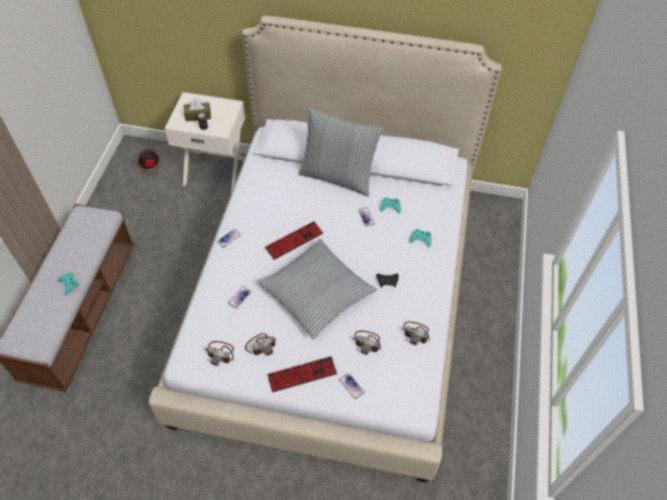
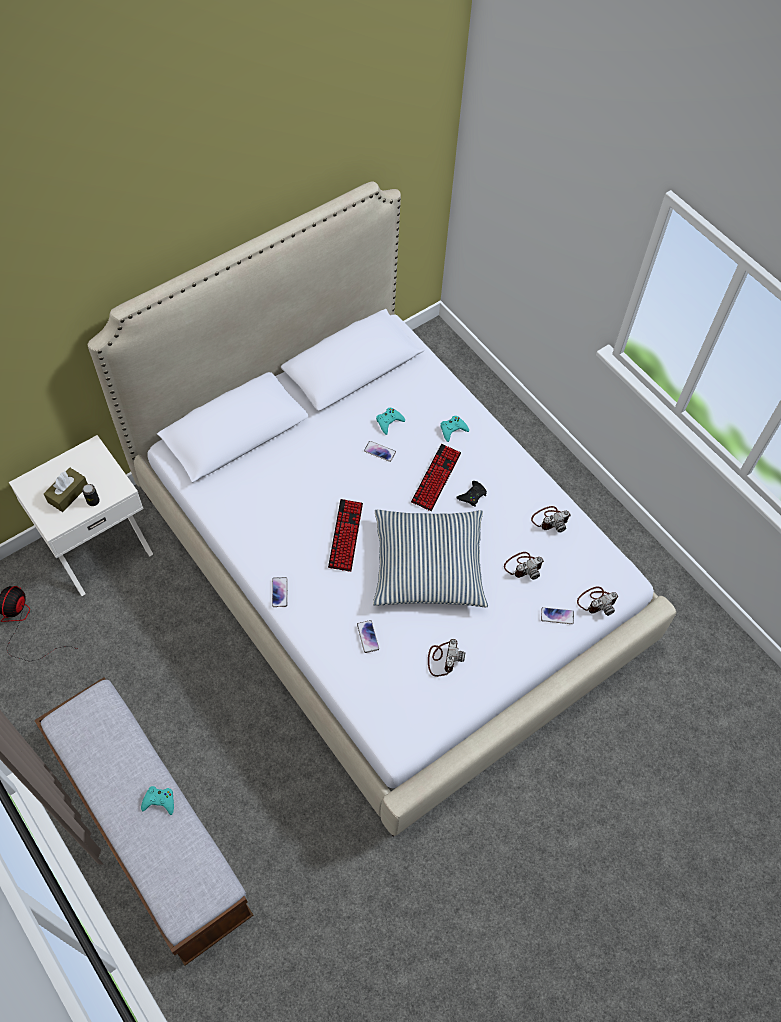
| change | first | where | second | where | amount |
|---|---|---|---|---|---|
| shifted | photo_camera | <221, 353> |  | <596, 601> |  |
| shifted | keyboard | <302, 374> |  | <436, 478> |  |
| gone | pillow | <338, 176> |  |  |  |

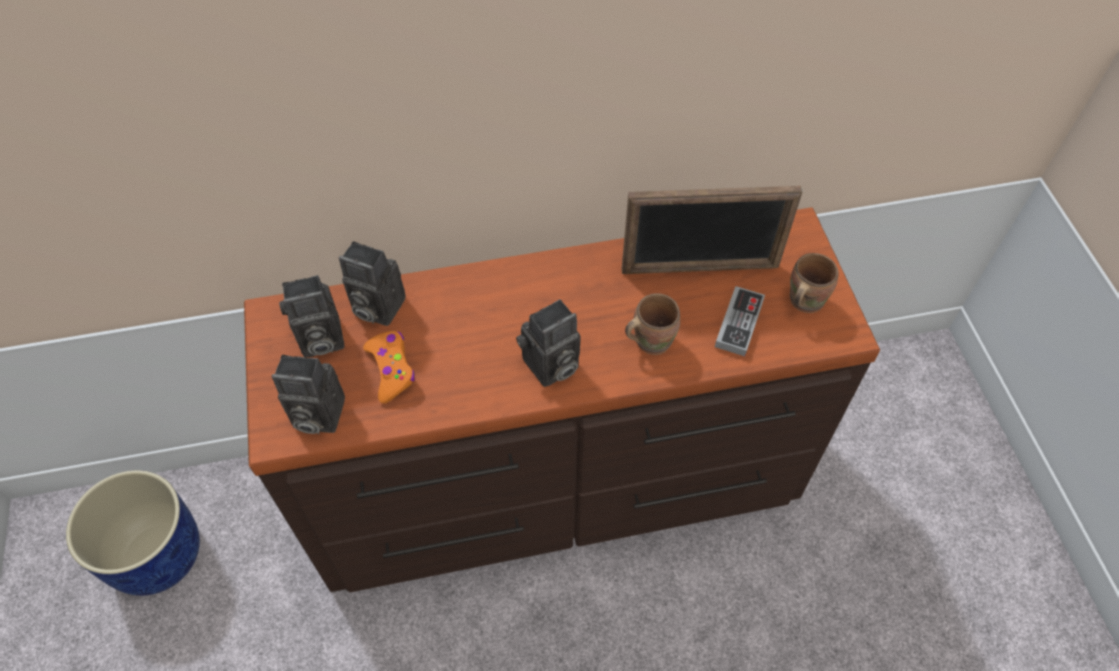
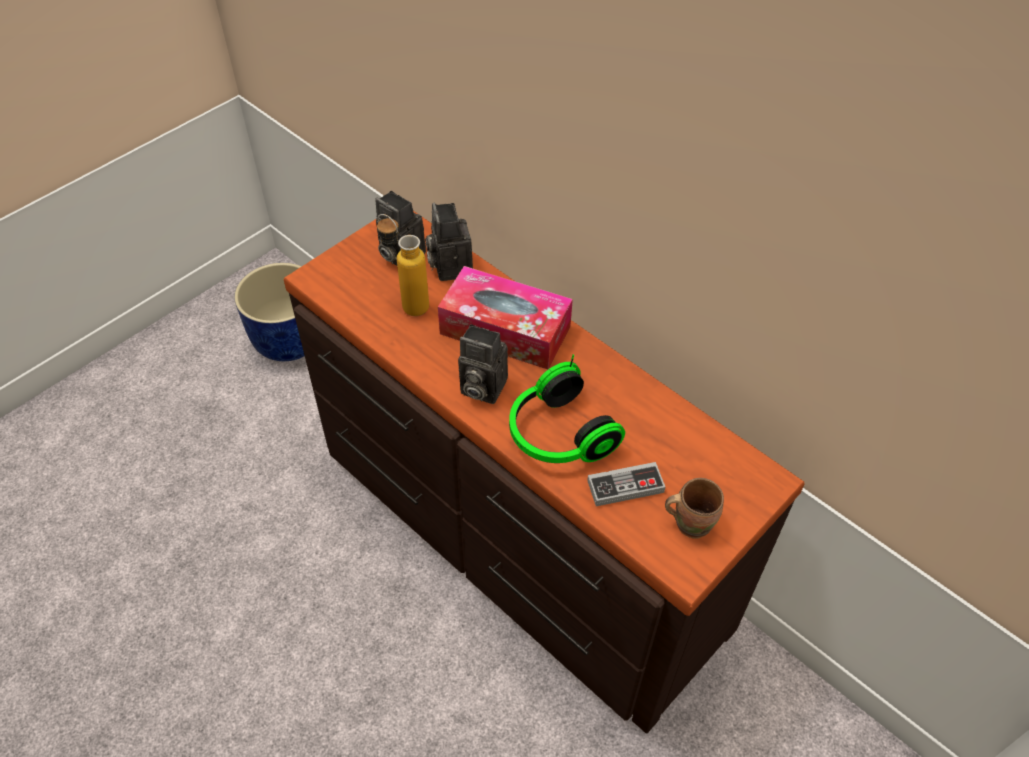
| change | first | where | second | where | amount |
|---|---|---|---|---|---|
| gone | photo_camera | <315, 415> |  |  |  |
| swapped | orange_game_controller | <391, 369> | bottle | <407, 303> |  |
| gone | picture_frame | <700, 269> |  |  |  |
| swapped | brown_mug | <650, 339> | headphones | <557, 435> |  |
| new |  |  | tissue_box | <505, 330> |  |

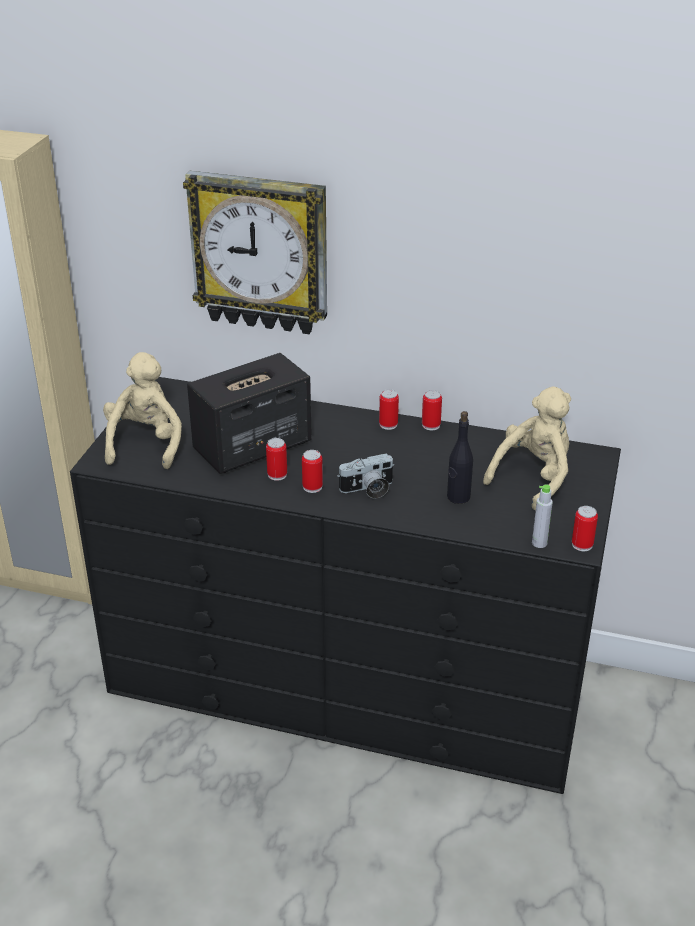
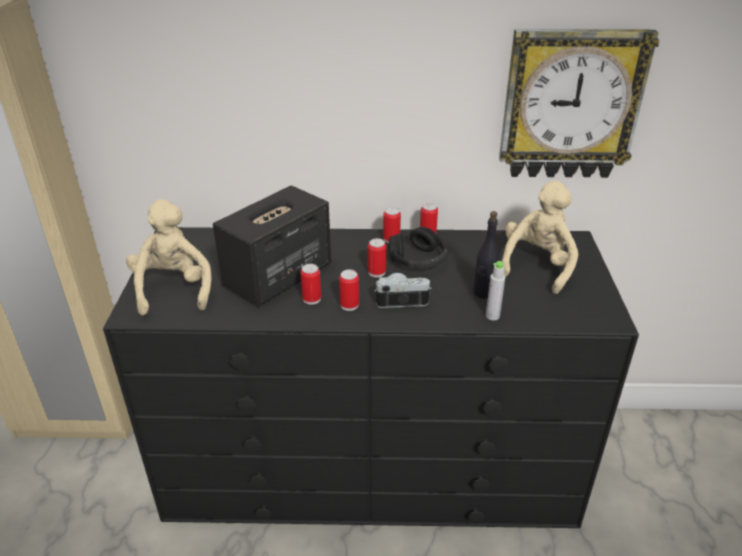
| change | first | where | second | where | amount |
|---|---|---|---|---|---|
| shifted | wall_clock | <260, 252> |  | <570, 105> |  |
| rotated | photo_camera | <368, 490> |  | <401, 299> | 150 degrees counterclockwise |
| shifted | grey_bottle | <539, 543> |  | <492, 316> |  |
| shifted | can | <582, 544> |  | <376, 272> |  |
| new |  |  | black_headphones | <418, 260> |  |

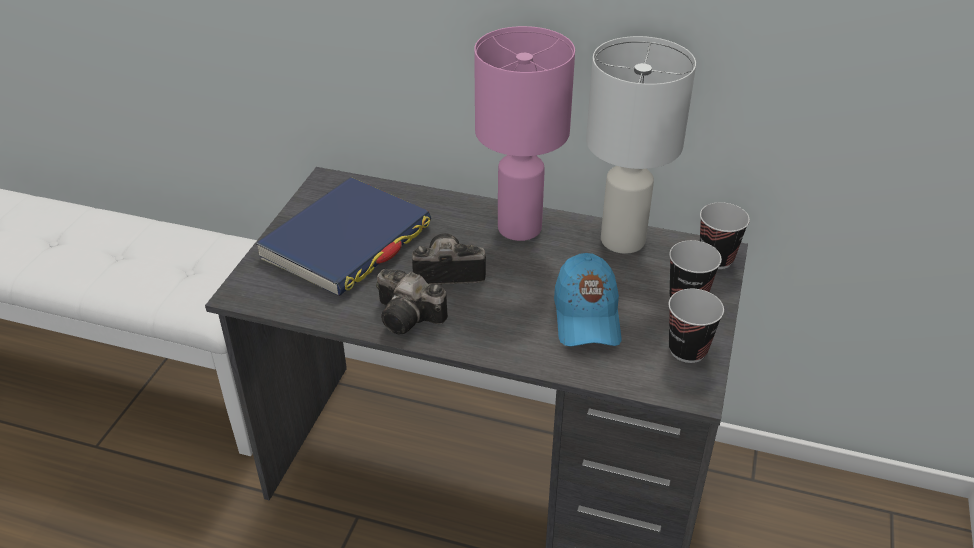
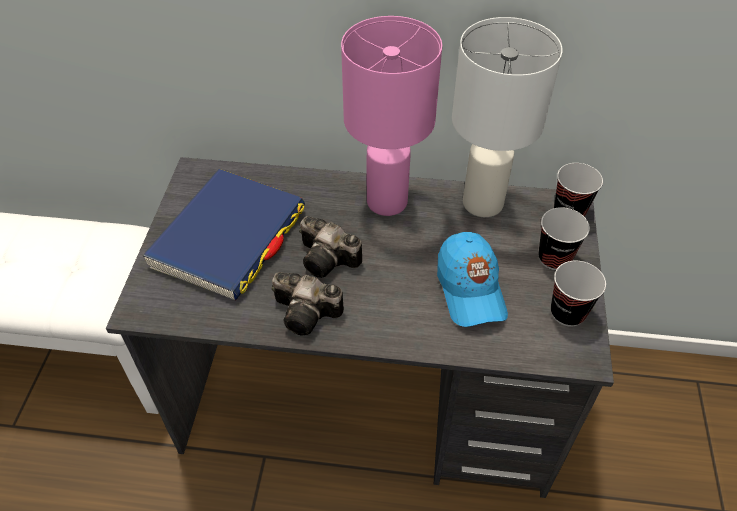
| change | first | where | second | where | amount |
|---|---|---|---|---|---|
| rotated | photo_camera | <445, 273> |  | <329, 260> | 135 degrees counterclockwise |

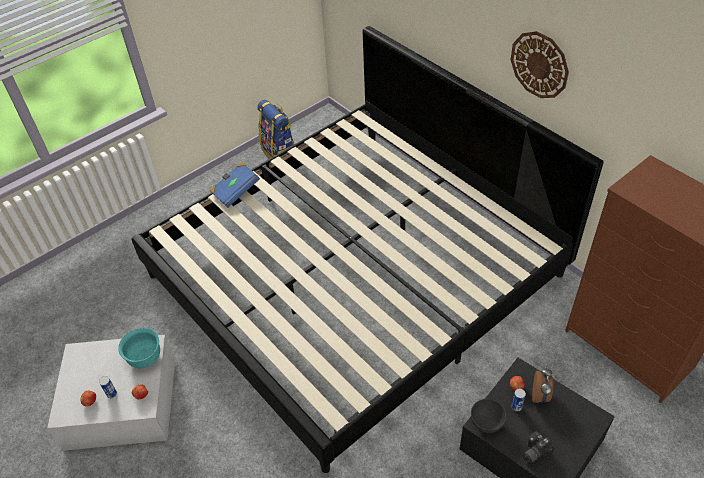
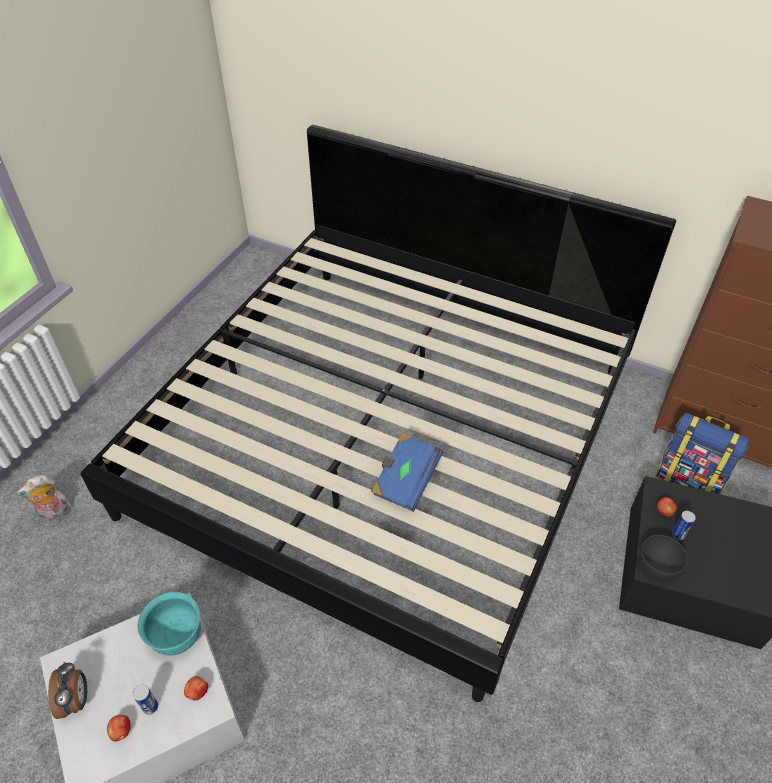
| change | first | where | second | where | amount |
|---|---|---|---|---|---|
| shifted | blue_book | <236, 191> |  | <405, 480> |  |
| shifted | backpack | <280, 153> |  | <686, 484> |  |
| gone | wall_clock | <539, 64> |  |  |  |
| gone | photo_camera | <533, 451> |  |  |  |
| shifted | alarm_clock | <540, 395> |  | <76, 700> |  |
| new |  |  | plush_toy | <54, 514> |  |

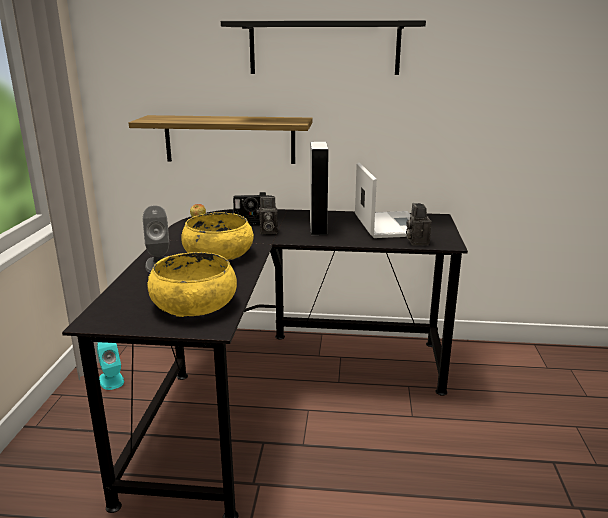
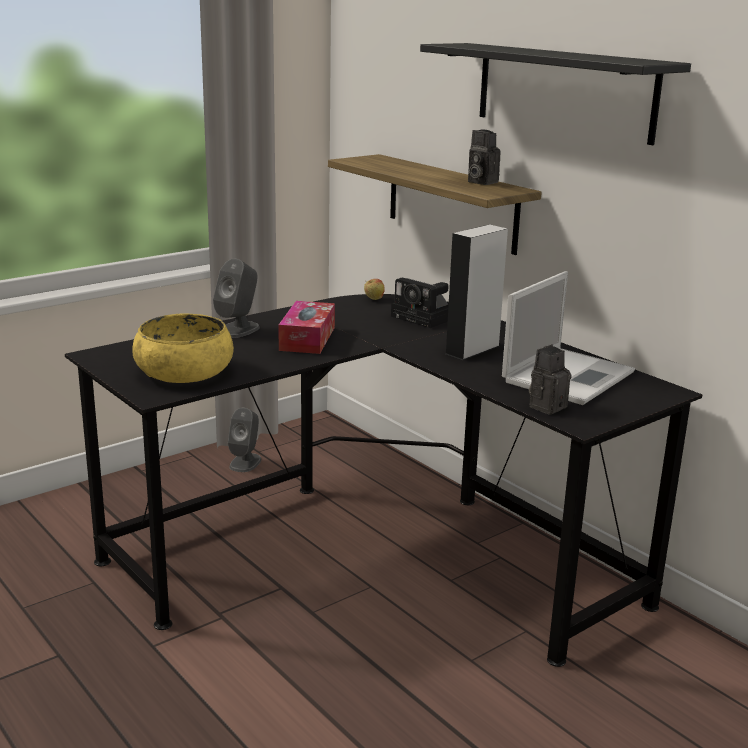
| change | first | where | second | where | amount |
|---|---|---|---|---|---|
| repainted | turquoise_speaker | <111, 380> | grey_speaker | <245, 462> |  |
| swapped | yellow_bowl | <218, 254> | tissue_box | <307, 339> |  |
| shifted | photo_camera | <267, 232> |  | <480, 182> |  |

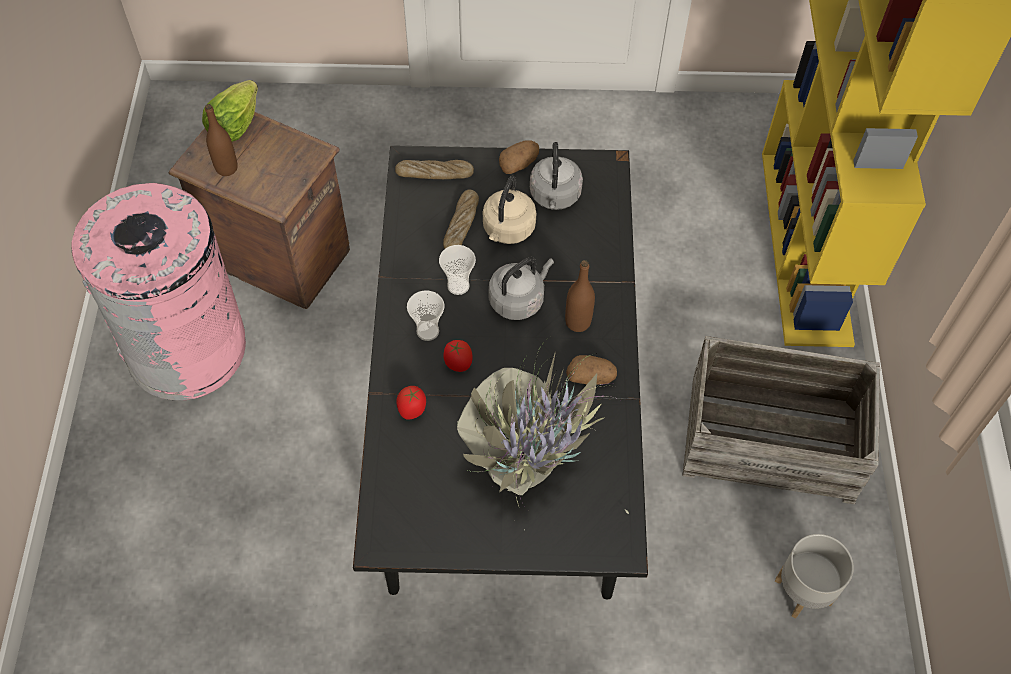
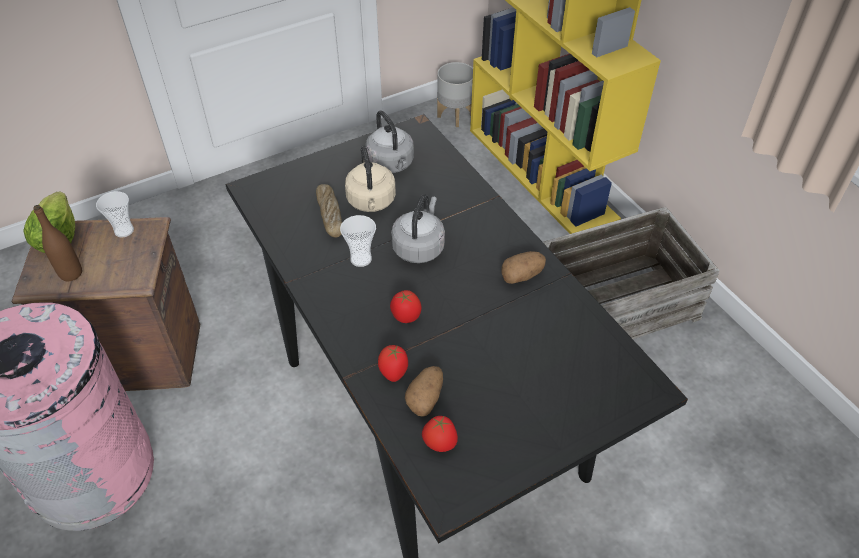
| change | first | where | second | where | amount |
|---|---|---|---|---|---|
| gone | bread | <434, 174> |  |  |  |
| shifted | cup | <427, 331> |  | <124, 230> |  |
| gone | potted_plant | <531, 464> |  |  |  |
| shifted | potato | <518, 164> |  | <425, 398> |  |
| gone | brown_bottle | <578, 322> |  |  |  |
| shifted | grey_planter | <803, 592> |  | <455, 116> |  |
| new |  |  | tomato | <439, 444> |  |

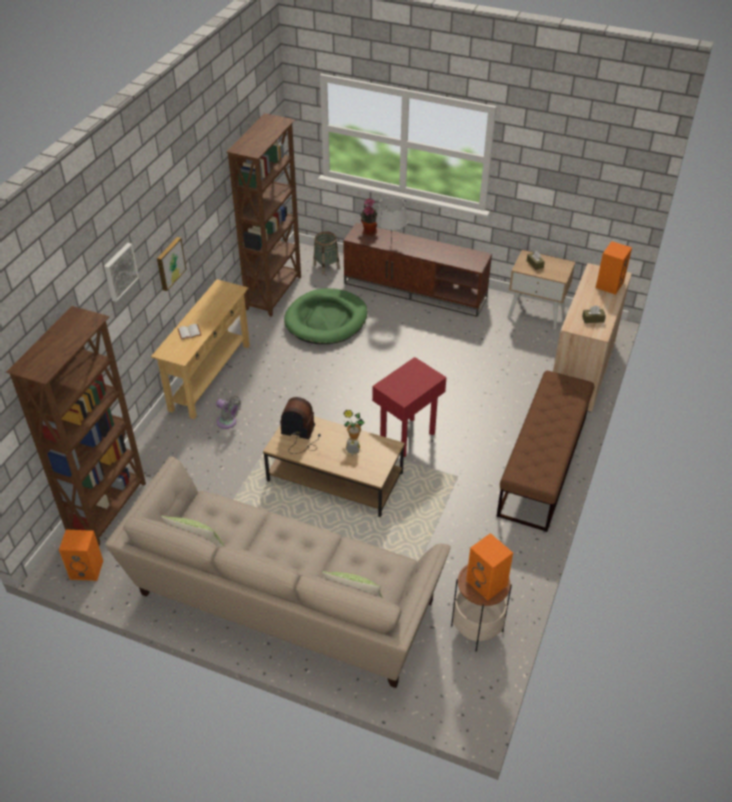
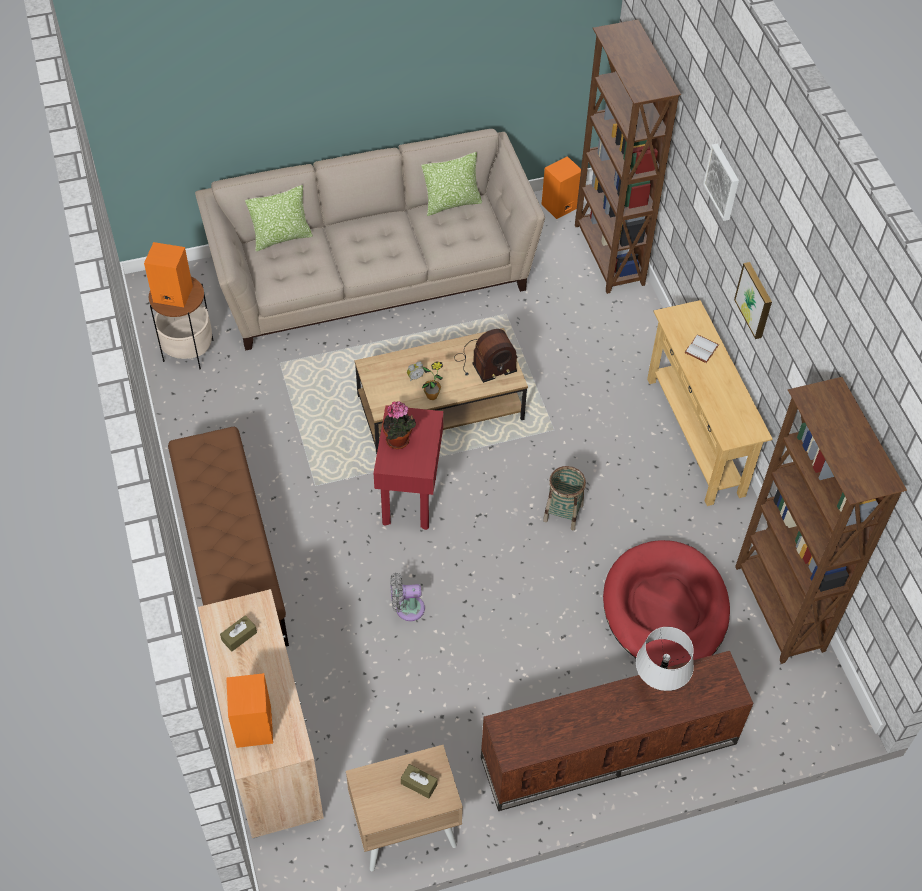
| change | first | where | second | where | amount |
|---|---|---|---|---|---|
| shifted | grey_fan | <228, 422> |  | <406, 608> |  |
| repainted | green_dog_bed | <326, 320> | red_dog_bed | <665, 608> |  |
| shifted | basket | <326, 266> |  | <563, 513> |  |
| shifted | potted_plant | <369, 231> |  | <399, 441> |  |

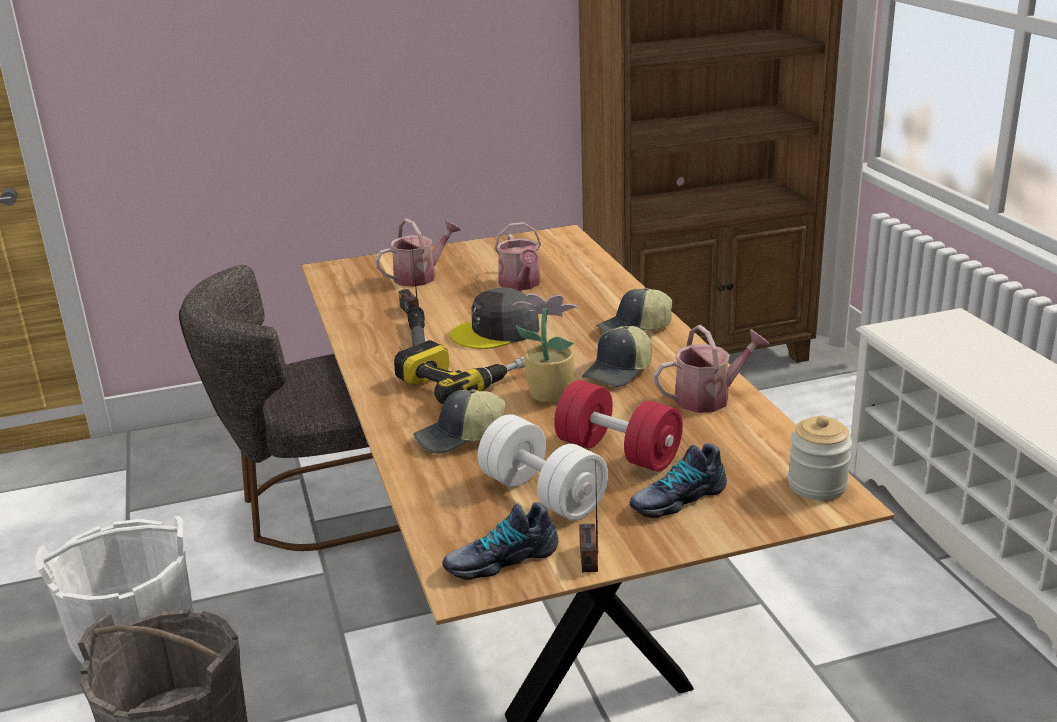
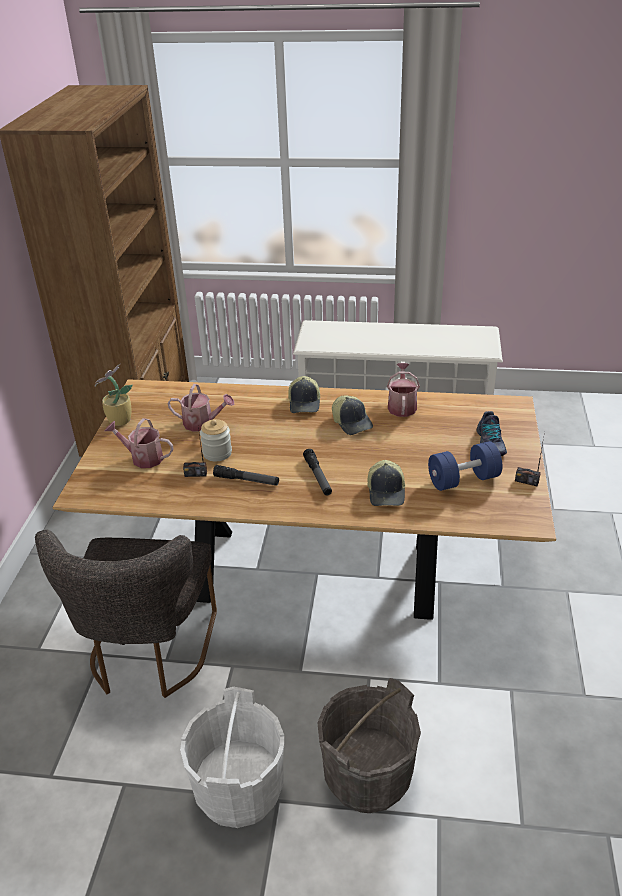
| change | first | where | second | where | amount |
|---|---|---|---|---|---|
| rotated | watering_can | <420, 276> |  | <143, 458> | 60 degrees counterclockwise |
| swapped | power_drill | <461, 381> | flashlight | <318, 476> |  |
| gone | shoe | <500, 559> |  |  |  |
| gone | grey_cap | <496, 332> |  |  |  |
| repainted | white_dumbbell | <543, 494> | blue_dumbbell | <463, 480> |  |
| shifted | potted_plant | <548, 394> |  | <118, 421> |  |
| gone | red_dumbbell | <618, 452> |  |  |  |
| shifted | jar | <817, 485> |  | <217, 453> |  |

